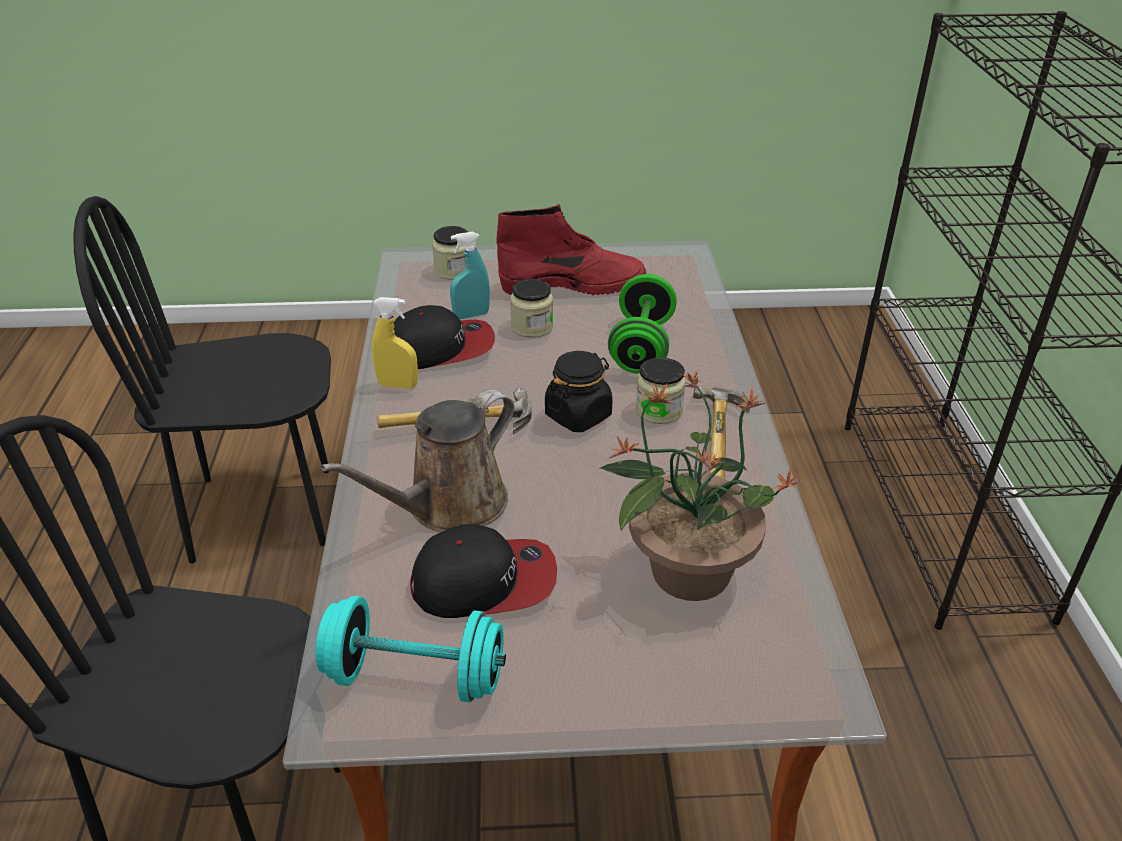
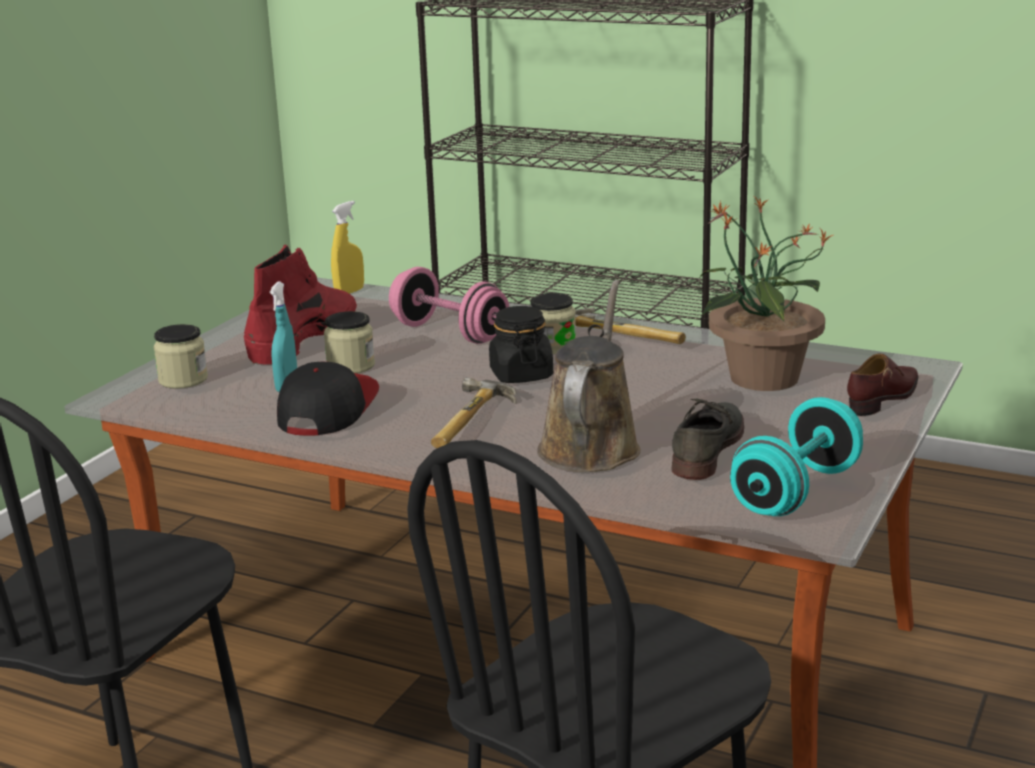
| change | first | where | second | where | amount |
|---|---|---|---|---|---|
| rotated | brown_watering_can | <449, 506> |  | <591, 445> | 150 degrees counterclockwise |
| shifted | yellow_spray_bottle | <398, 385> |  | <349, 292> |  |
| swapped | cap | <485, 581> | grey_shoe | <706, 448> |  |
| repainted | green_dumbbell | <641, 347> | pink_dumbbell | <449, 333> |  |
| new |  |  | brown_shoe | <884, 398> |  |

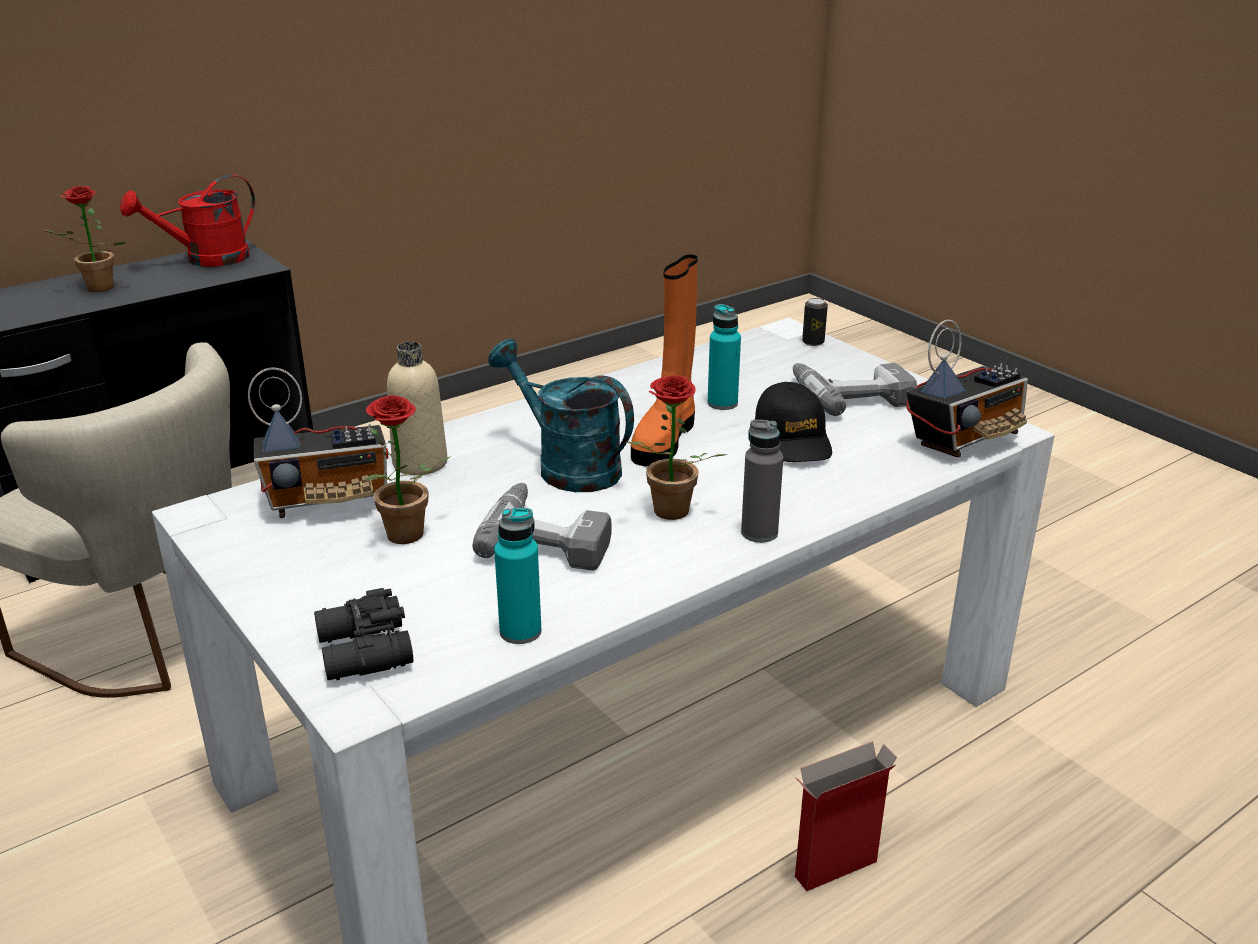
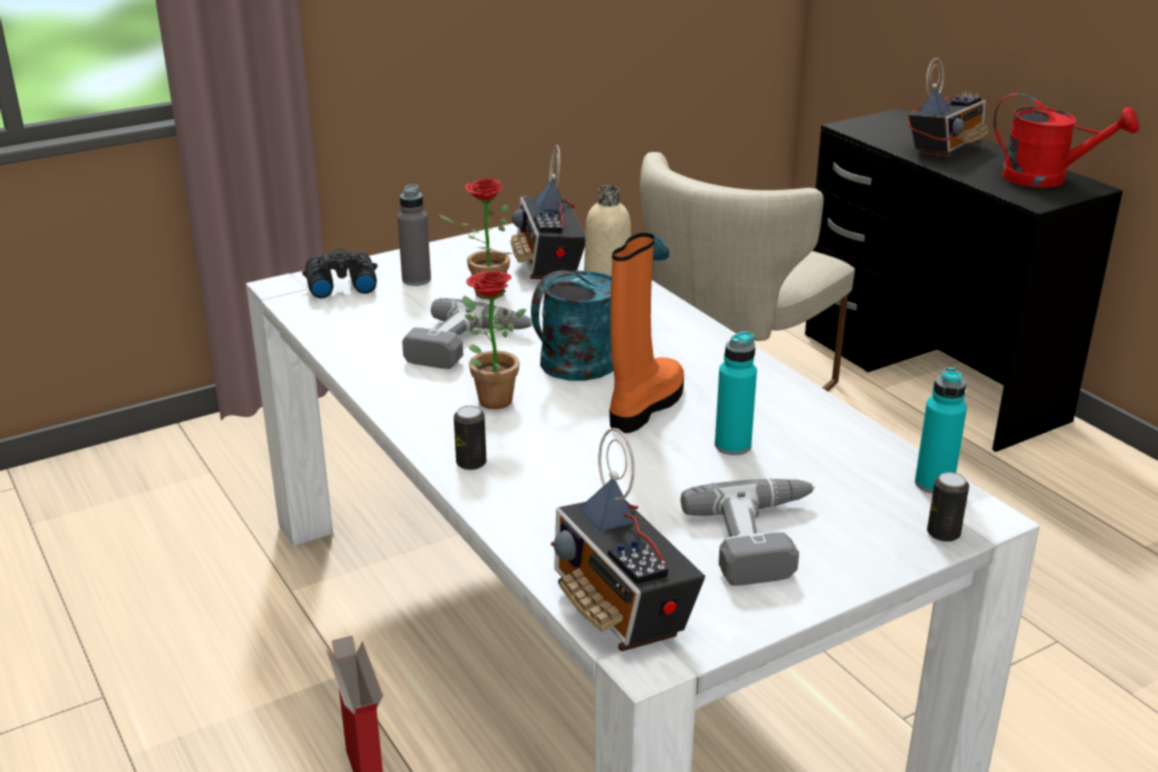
| change | first | where | second | where | amount |
|---|---|---|---|---|---|
| swapped | potted_plant | <96, 289> | radio | <946, 149> |  |
| rotated | red_watering_can | <207, 260> |  | <1046, 179> | 150 degrees clockwise |
| shifted | turquoise_bottle | <520, 631> |  | <934, 484> |  |
| rotated | orange_boot | <665, 438> |  | <644, 406> | 90 degrees clockwise |
| shifted | grey_bottle | <759, 533> |  | <416, 280> |  |
| gone | black_cap | <793, 439> |  |  |  |
| new |  |  | can | <471, 463> |  |

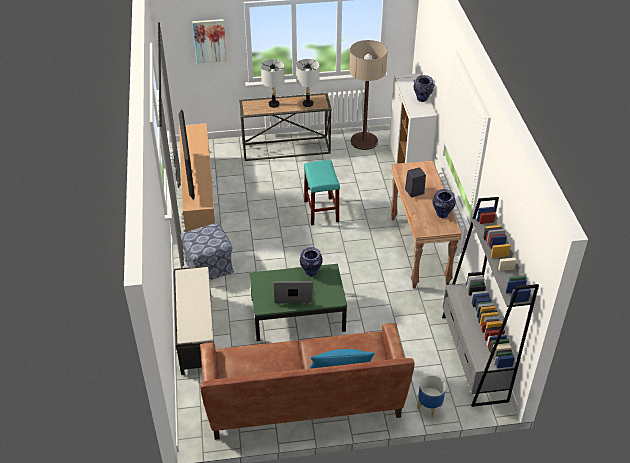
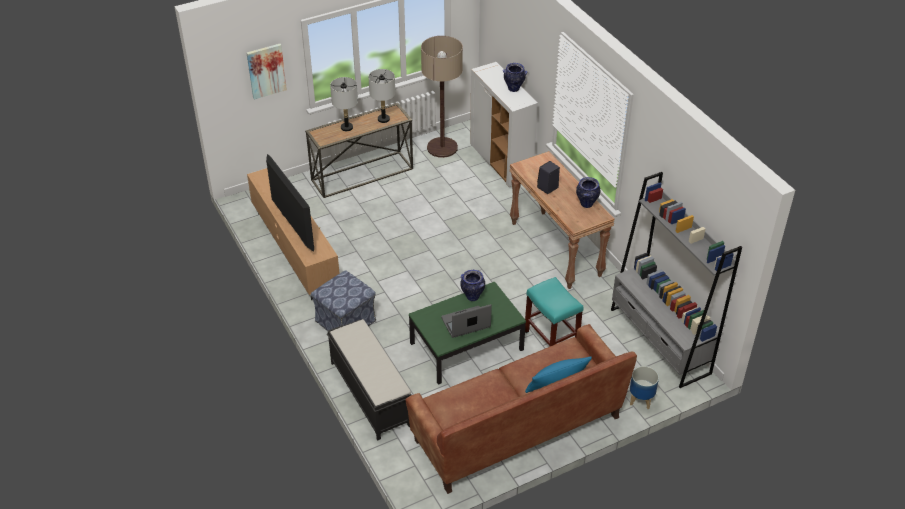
| change | first | where | second | where | amount |
|---|---|---|---|---|---|
| shifted | turquoise_stool | <321, 211> |  | <552, 339> |  |

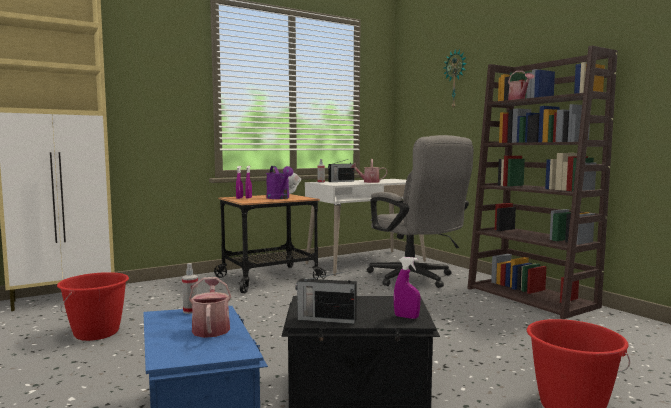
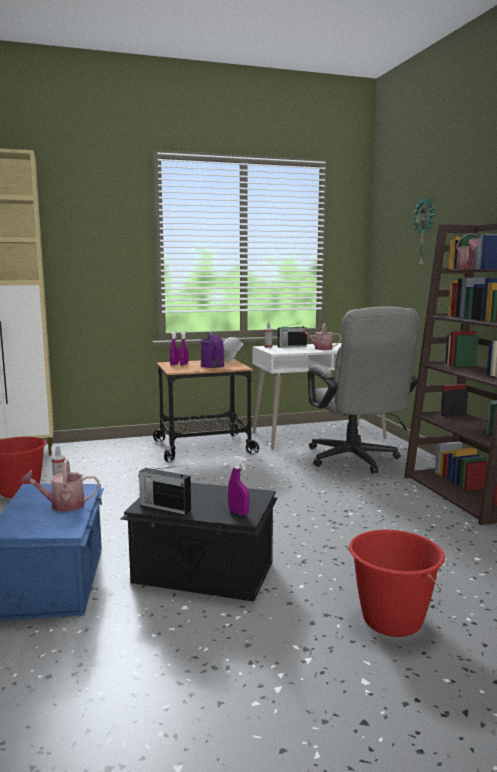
| change | first | where | second | where | amount |
|---|---|---|---|---|---|
| rotated | watering_can | <211, 328> |  | <62, 505> | 105 degrees counterclockwise |

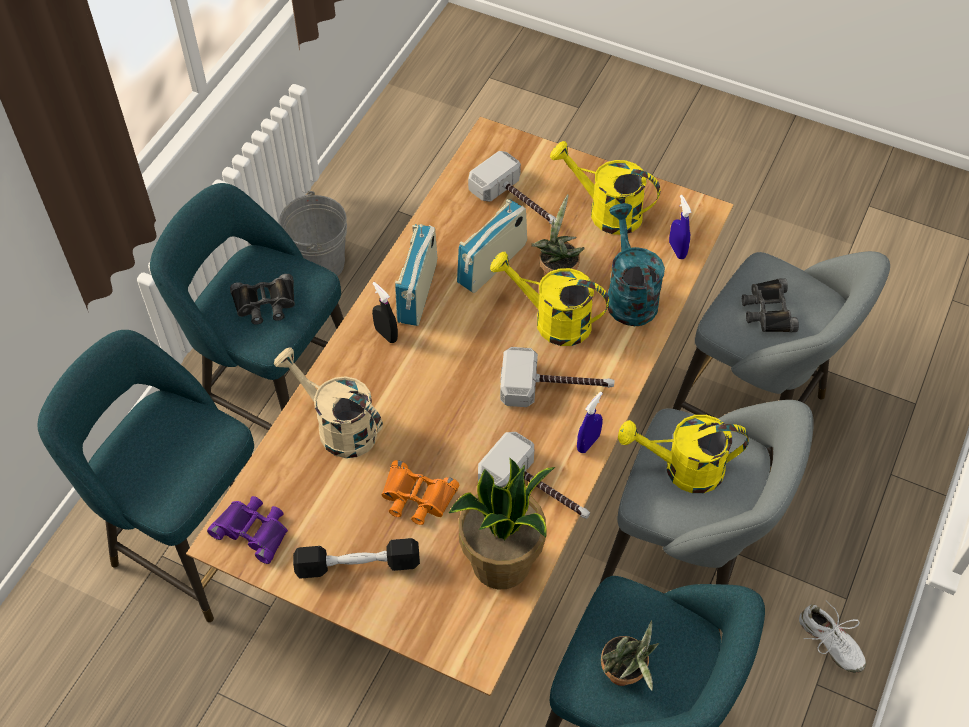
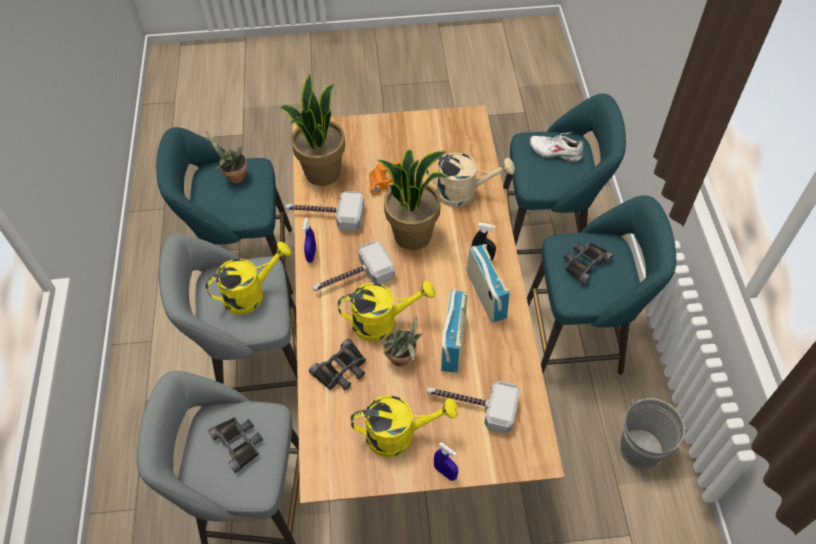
| change | first | where | second | where | amount |
|---|---|---|---|---|---|
| gone | purple_binoculars | <253, 530> |  |  |  |
| gone | black_dumbbell | <358, 565> |  |  |  |
| swapped | turquoise_watering_can | <628, 294> | black_binoculars | <341, 370> |  |
| shifted | blue_spray_bottle | <677, 250> |  | <445, 472> |  |
| shifted | white_shoe | <830, 643> |  | <555, 151> |  |
| new |  |  | potted_plant | <413, 234> |  |

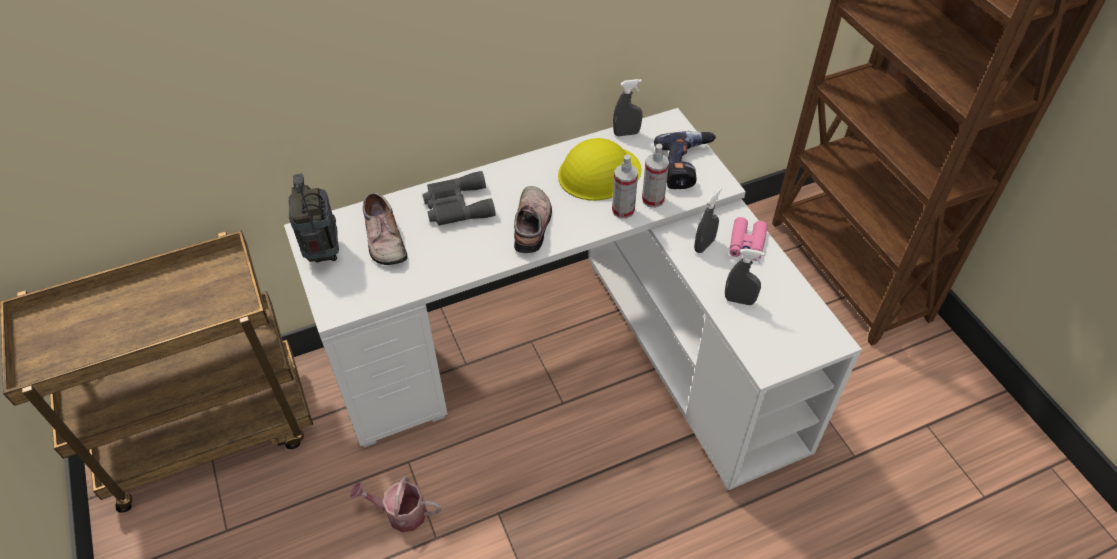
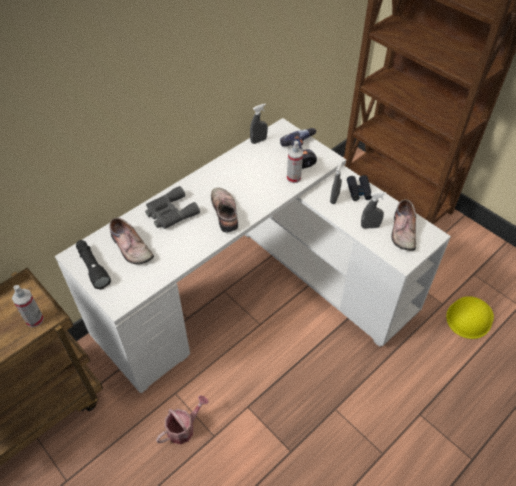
| change | first | where | second | where | amount |
|---|---|---|---|---|---|
| swapped | radio | <323, 253> | black_flashlight | <92, 267> |  |
| rotated | watering_can | <400, 513> |  | <184, 428> | 150 degrees clockwise |
| shifted | yellow_hard_hat | <598, 173> |  | <469, 317> |  |
| shifted | spray_bottle | <623, 210> |  | <34, 319> |  |
| repainted | pink_binoculars | <746, 243> | black_binoculars | <359, 191> |  |
| new |  |  | shoe | <402, 231> |  |

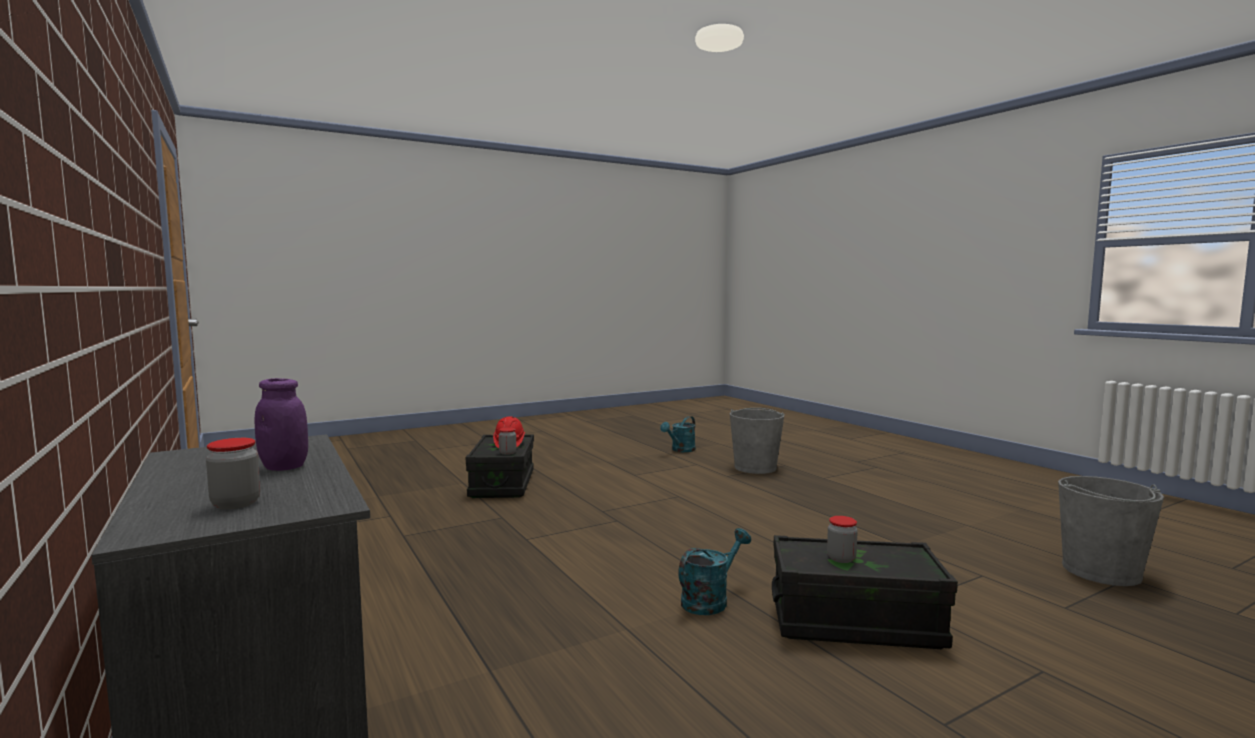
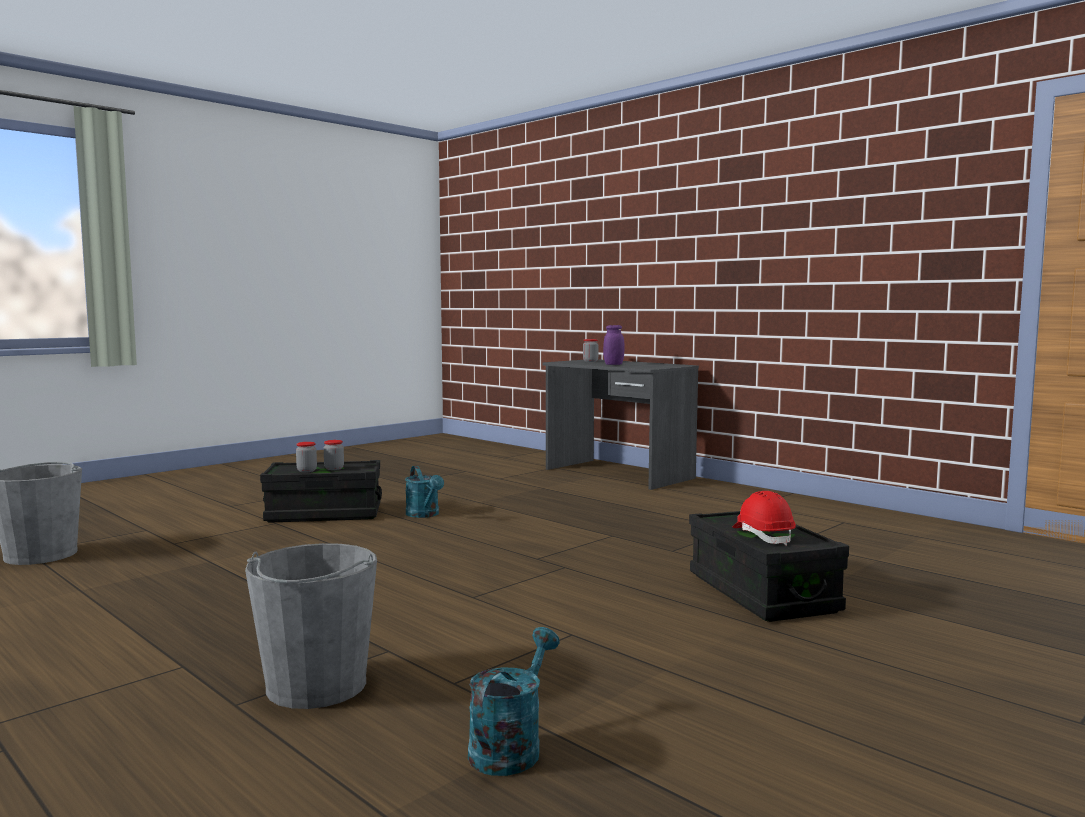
| change | first | where | second | where | amount |
|---|---|---|---|---|---|
| shifted | jar | <507, 453> |  | <306, 471> |  |
| rotated | turquoise_watering_can | <710, 600> |  | <425, 515> | 60 degrees counterclockwise |

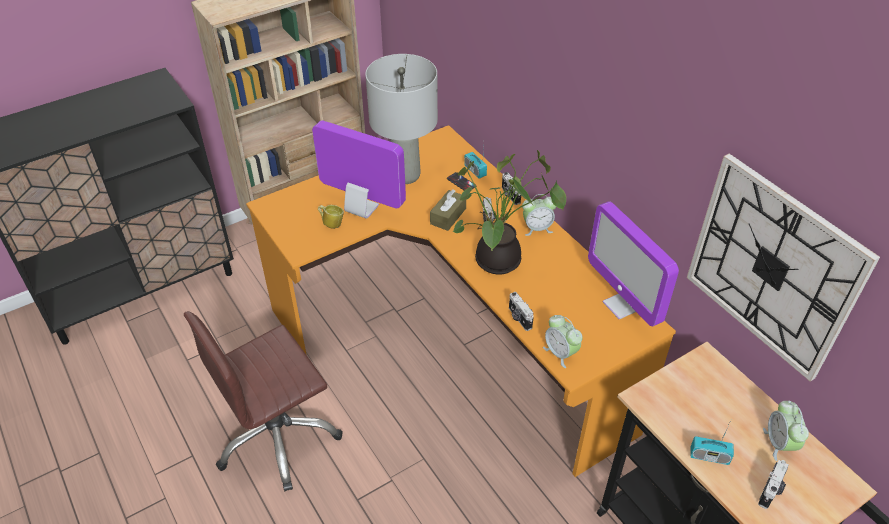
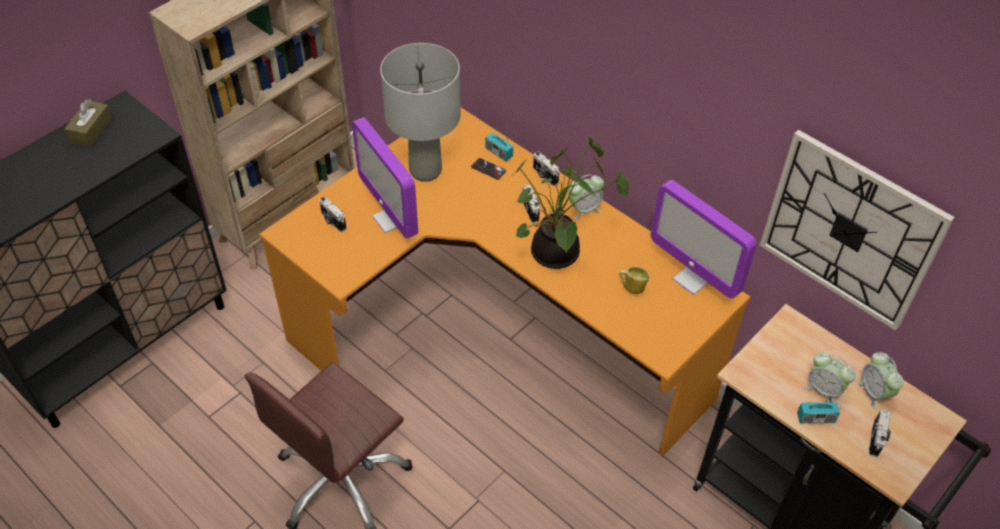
| change | first | where | second | where | amount |
|---|---|---|---|---|---|
| rotated | monitor | <362, 209> |  | <391, 219> | 135 degrees counterclockwise |
| shifted | mug | <331, 223> |  | <631, 287> |  |
| shifted | brown_tissue_box | <448, 216> |  | <91, 130> |  |
| shifted | photo_camera | <519, 318> |  | <332, 221> |  |
| shifted | alarm_clock | <560, 353> |  | <824, 390> |  |

